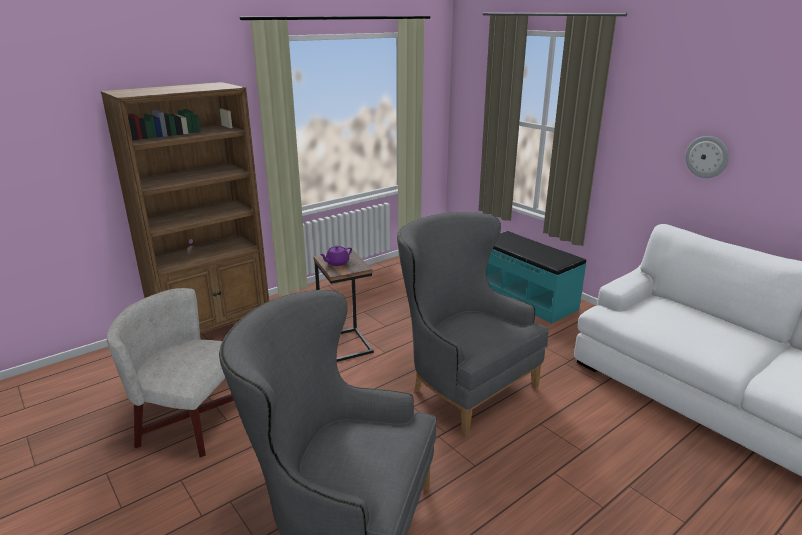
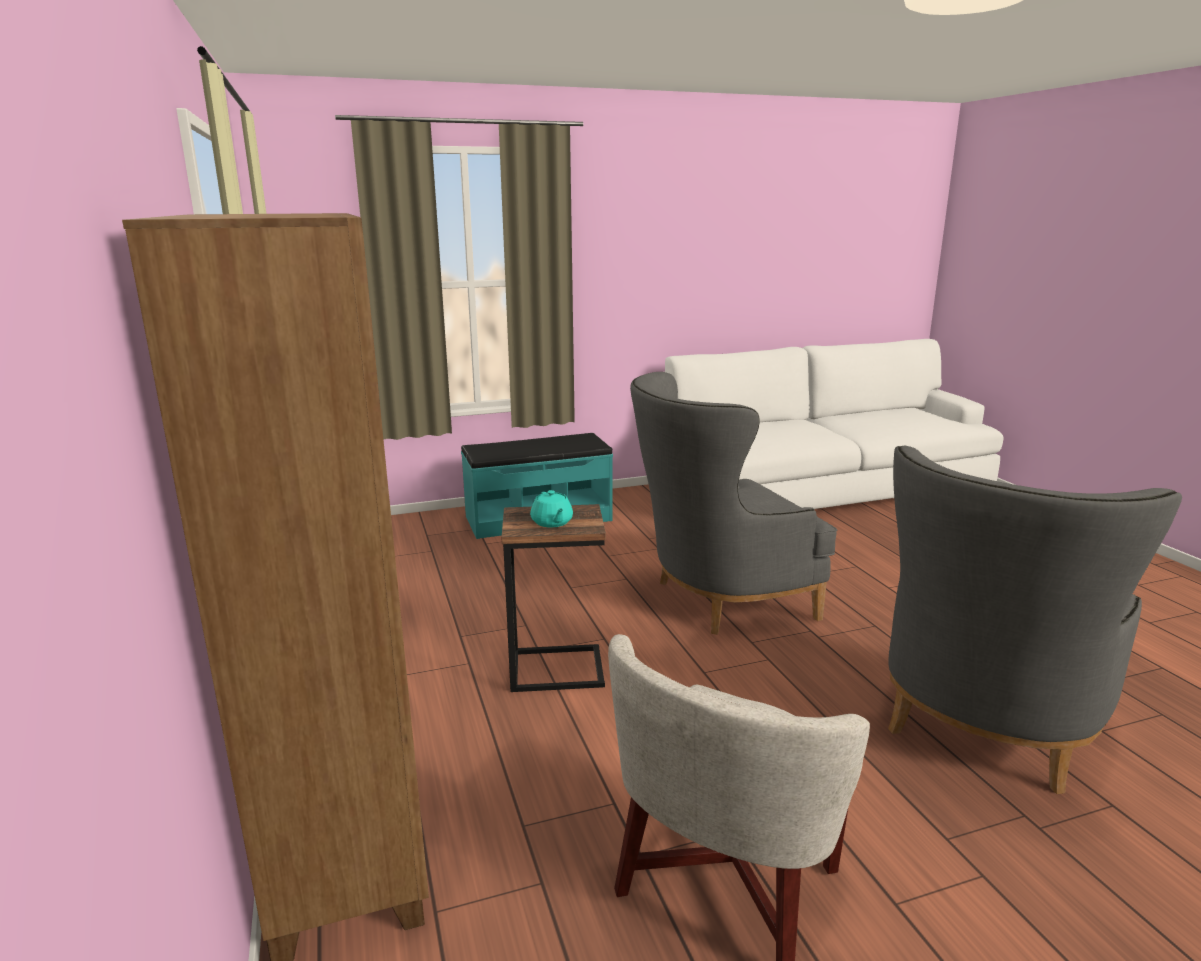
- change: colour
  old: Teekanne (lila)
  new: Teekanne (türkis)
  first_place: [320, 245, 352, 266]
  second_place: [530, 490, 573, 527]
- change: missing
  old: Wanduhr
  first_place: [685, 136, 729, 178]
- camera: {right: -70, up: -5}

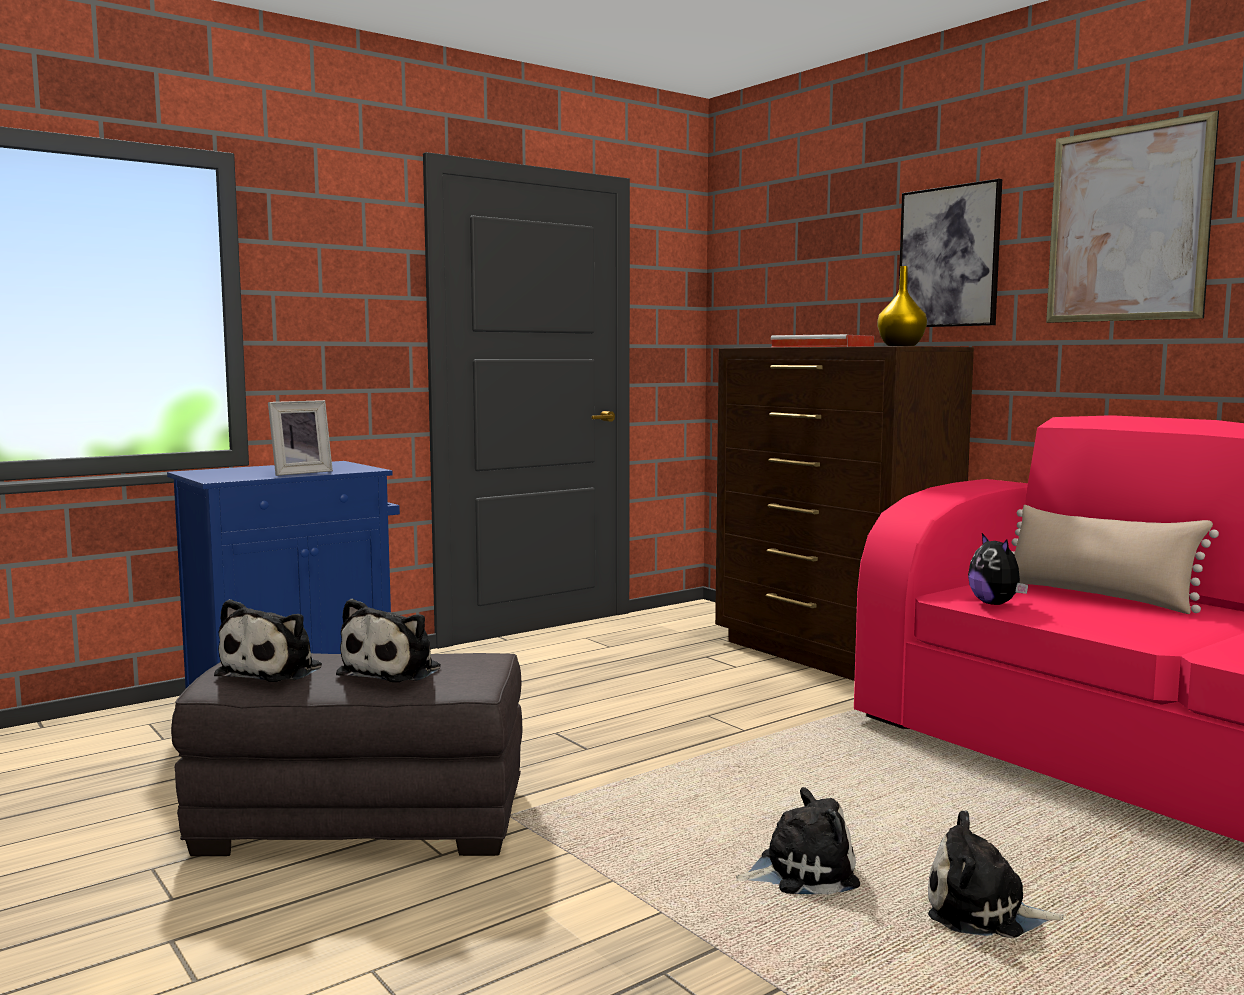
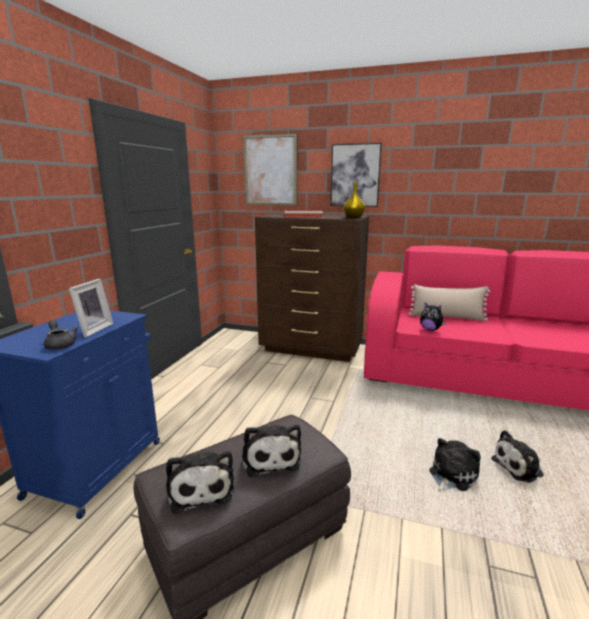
- change: relocated
  old: Bild
  first_place: [1046, 110, 1219, 323]
  second_place: [243, 133, 297, 206]
- change: appeared
  new: Teekanne (grau)
  second_place: [44, 320, 78, 350]
- camera: {right: -35, up: 10}

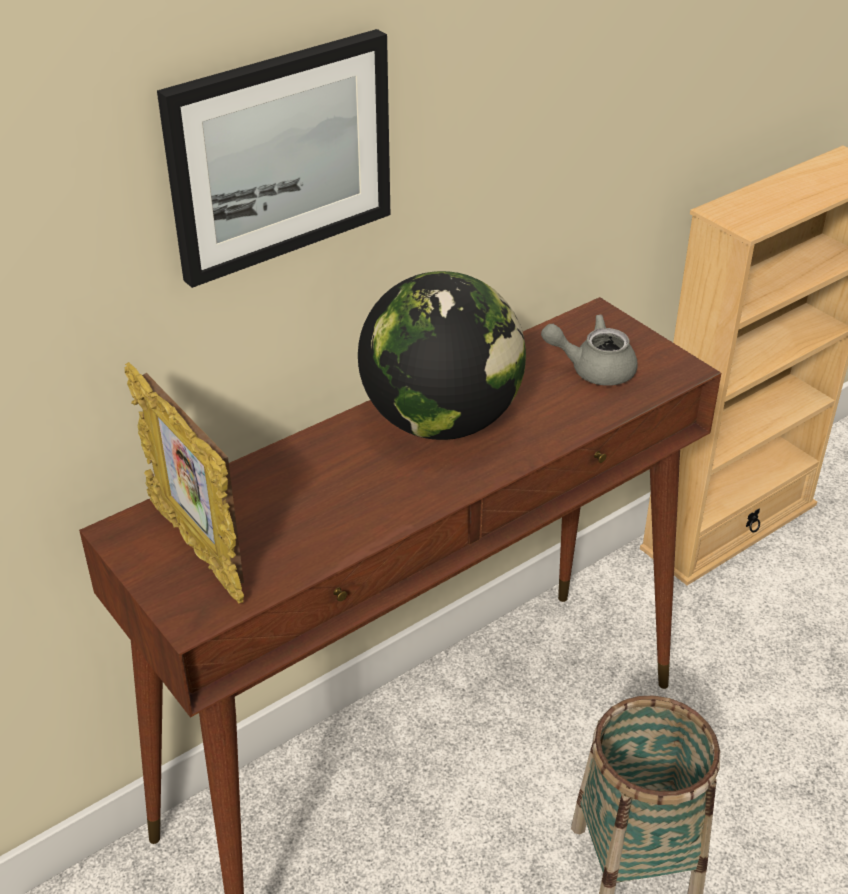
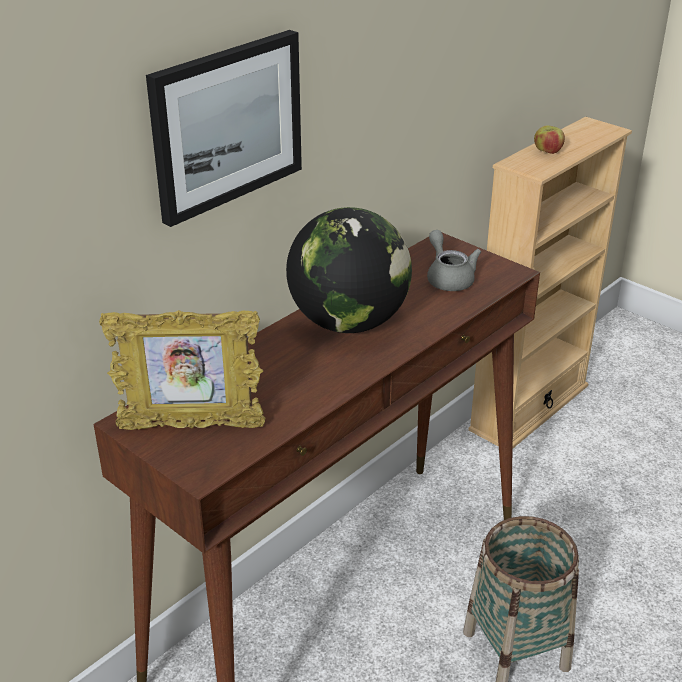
- change: spun
  old: Bilderrahmen
  first_place: [125, 362, 244, 604]
  second_place: [99, 310, 265, 430]
  degrees: -45
- change: spun
  old: Teekanne (grau)
  first_place: [541, 315, 638, 386]
  second_place: [427, 230, 481, 291]
  degrees: 75
- change: appeared
  new: Apfel
  second_place: [534, 125, 565, 154]
- camera: {right: -10, up: -5}

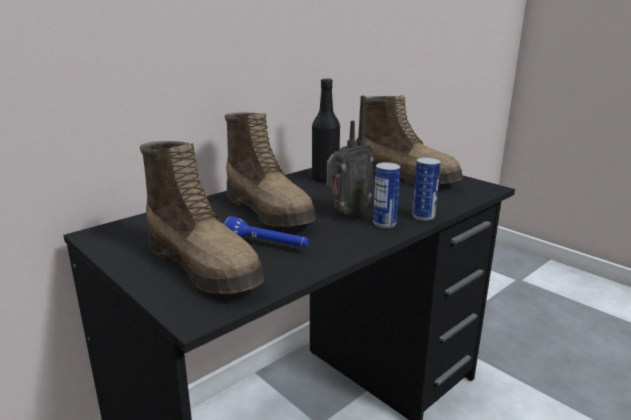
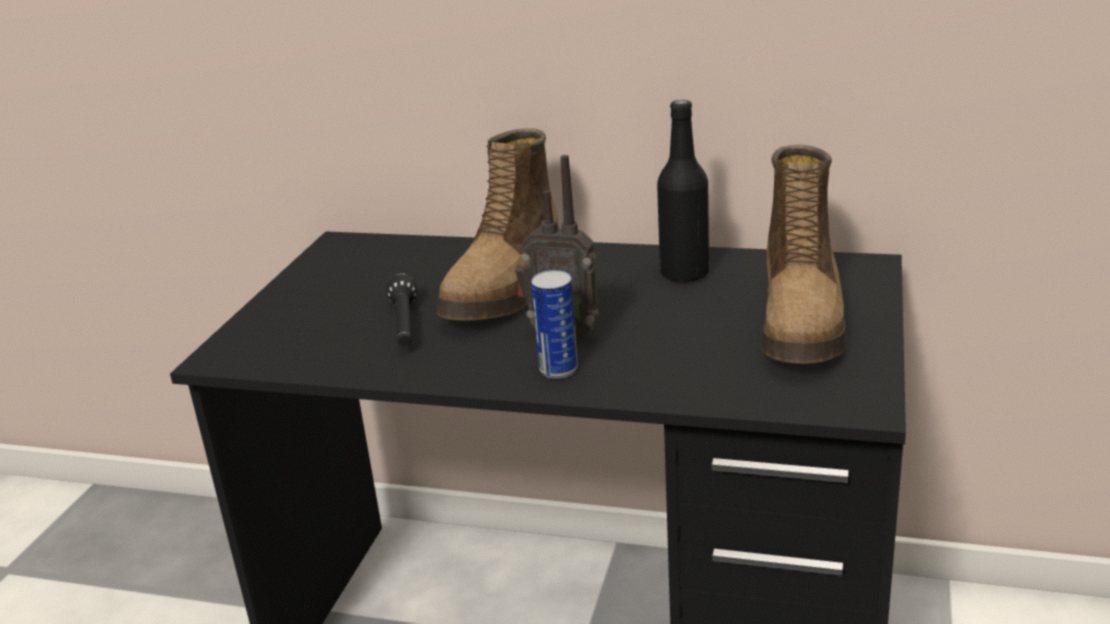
- change: missing
  old: Stiefel
  first_place: [140, 141, 264, 294]
- change: colour
  old: Taschenlampe (blau)
  new: Taschenlampe (schwarz)
  first_place: [224, 216, 309, 247]
  second_place: [387, 273, 417, 346]
- change: missing
  old: Dose
  first_place: [412, 157, 441, 221]
- camera: {right: 60, up: 5}

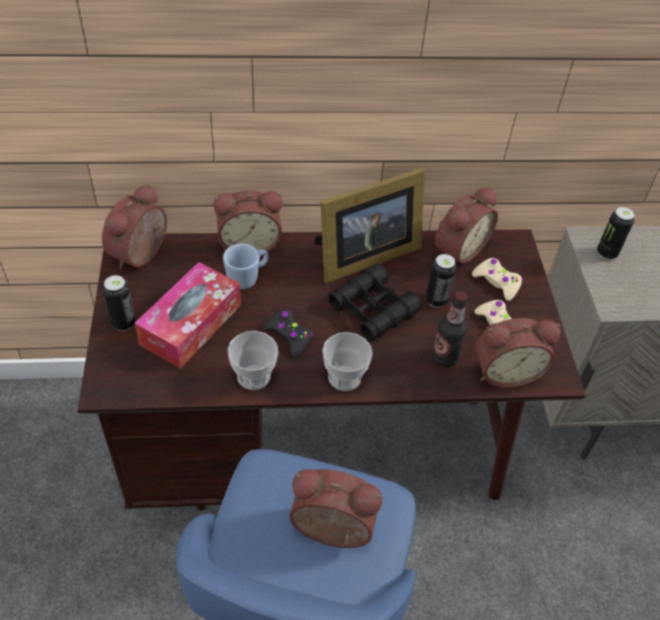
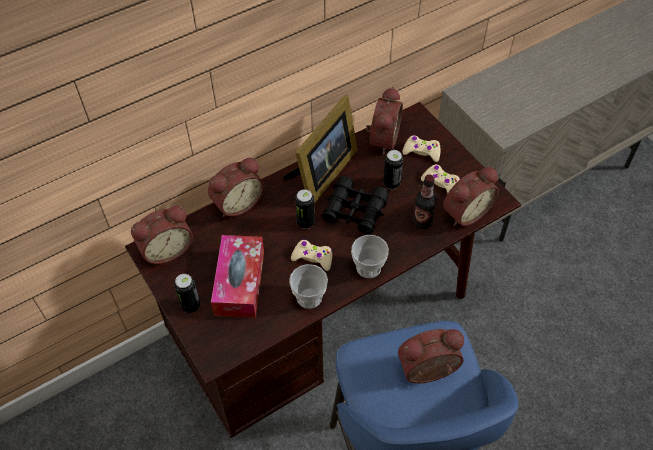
- change: spun
  old: Wecker
  first_place: [102, 184, 167, 269]
  second_place: [131, 206, 193, 264]
  degrees: -120
- change: missing
  old: Henkelbecher (blau)
  first_place: [223, 244, 269, 289]
- change: colour
  old: Gamepad (schwarz)
  new: Gamepad (beige)
  first_place: [263, 310, 313, 358]
  second_place: [291, 239, 332, 271]
- change: relocated
  old: Dose
  first_place: [597, 207, 635, 260]
  second_place: [295, 189, 315, 229]
- camera: {right: -25, up: 5}

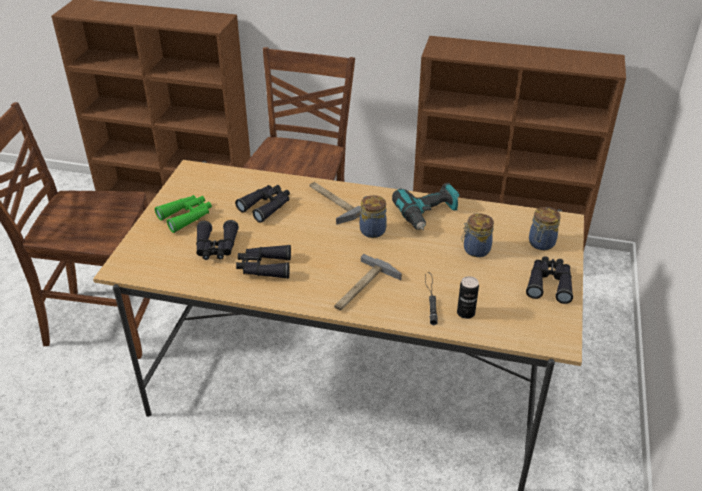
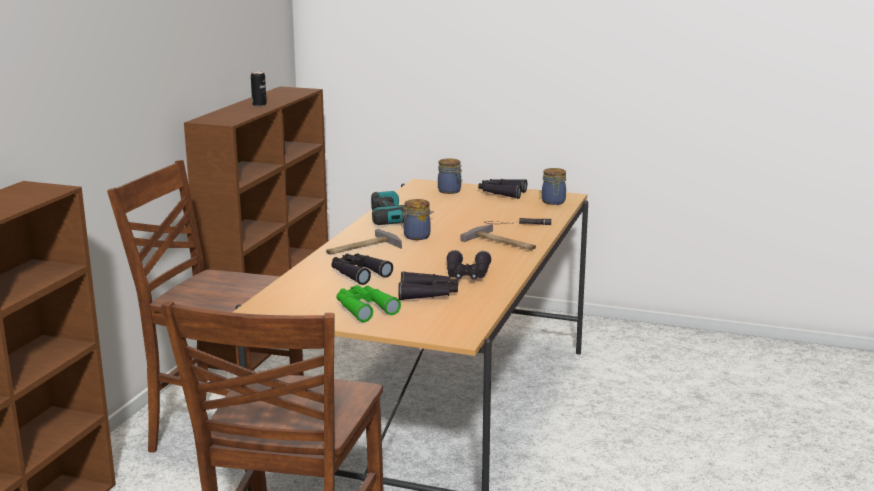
- change: relocated
  old: Dose
  first_place: [457, 276, 479, 319]
  second_place: [251, 71, 267, 106]
- change: relocated
  old: Vorratsglas
  first_place: [461, 214, 494, 257]
  second_place: [542, 168, 566, 205]
- camera: {right: -85, up: -20}

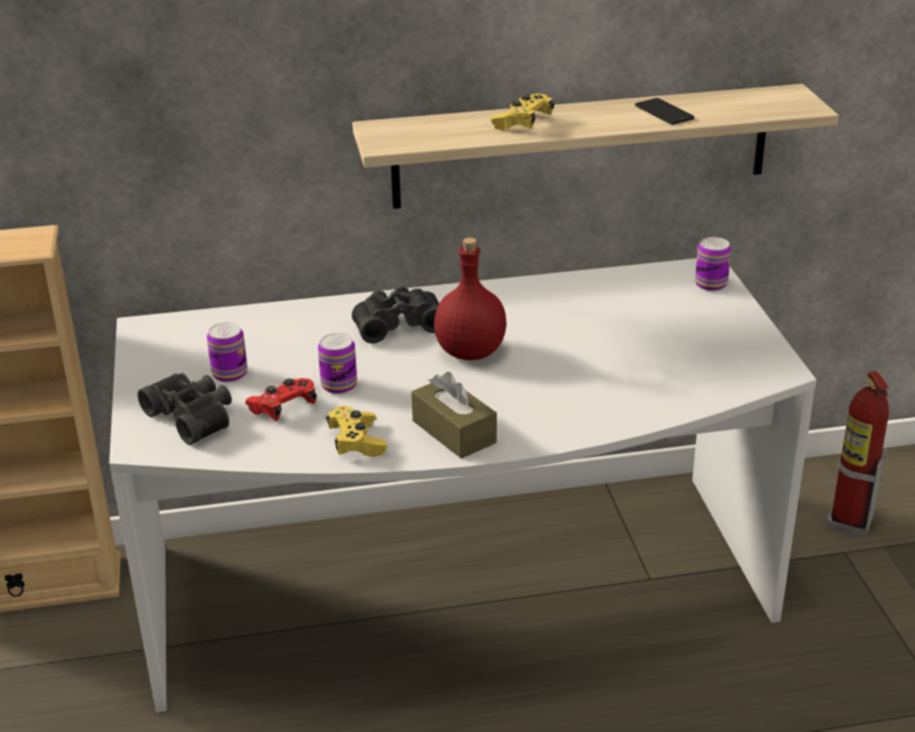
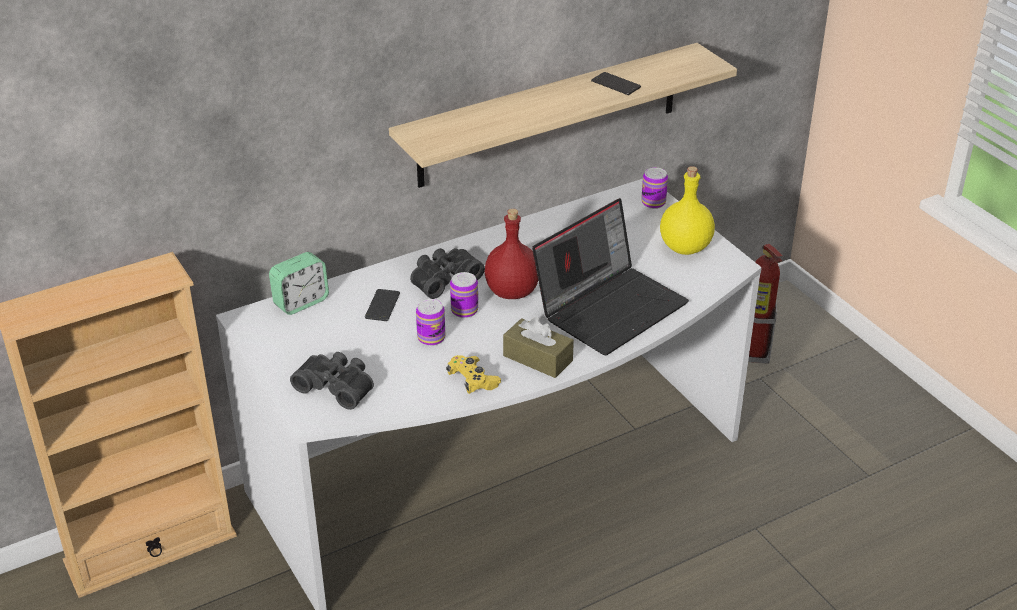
- change: relocated
  old: Dose
  first_place: [207, 322, 247, 382]
  second_place: [450, 272, 478, 318]
- change: missing
  old: Gamepad (rot)
  first_place: [245, 378, 317, 421]
- change: missing
  old: Gamepad (gelb)
  first_place: [491, 94, 554, 131]
- change: appeared
  new: Wecker
  second_place: [269, 252, 329, 315]
- change: appeared
  new: Handy
  second_place: [365, 289, 400, 321]
- change: appeared
  new: Laptop
  second_place: [532, 198, 689, 356]
- change: appeared
  new: Flasche (gelb)
  second_place: [660, 166, 715, 255]
- camera: {right: -20, up: 5}

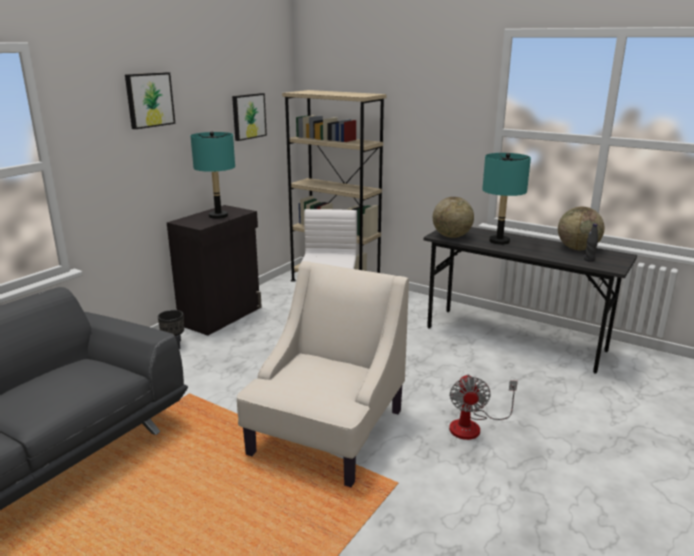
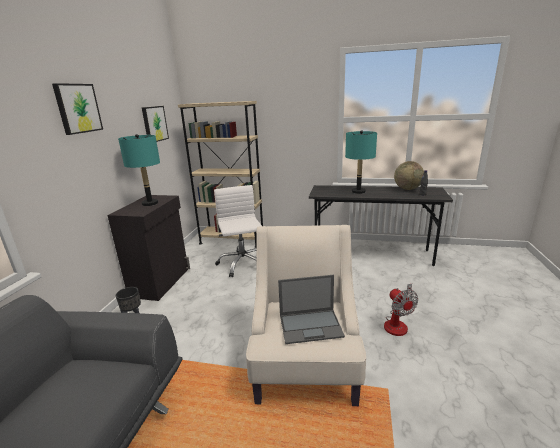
- change: missing
  old: Globus
  first_place: [433, 197, 474, 238]
- change: appeared
  new: Laptop
  second_place: [278, 275, 345, 344]
- camera: {right: -20, up: 0}

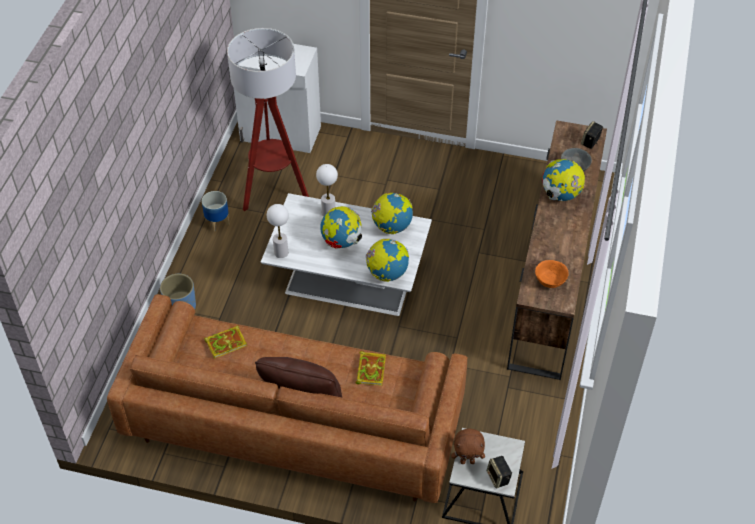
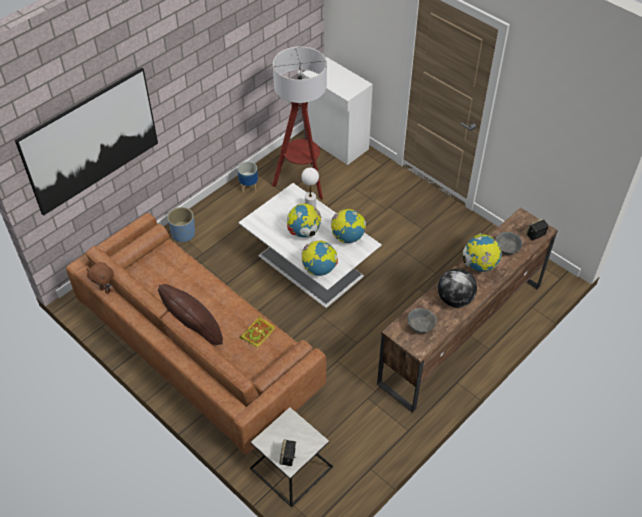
- change: missing
  old: Buch
  first_place: [204, 325, 247, 359]
- change: missing
  old: Tischlampe (weiß)
  first_place: [267, 204, 289, 258]
- change: relocated
  old: Plüschtier (braun)
  first_place: [451, 428, 485, 464]
  second_place: [87, 262, 115, 294]
- change: colour
  old: Schüssel (orange)
  new: Schüssel (grau)
  first_place: [535, 260, 569, 288]
  second_place: [407, 308, 437, 333]
- change: appeared
  new: Bild
  second_place: [15, 68, 158, 216]
- change: appeared
  new: Globus
  second_place: [438, 269, 477, 308]
- camera: {right: 30, up: 0}

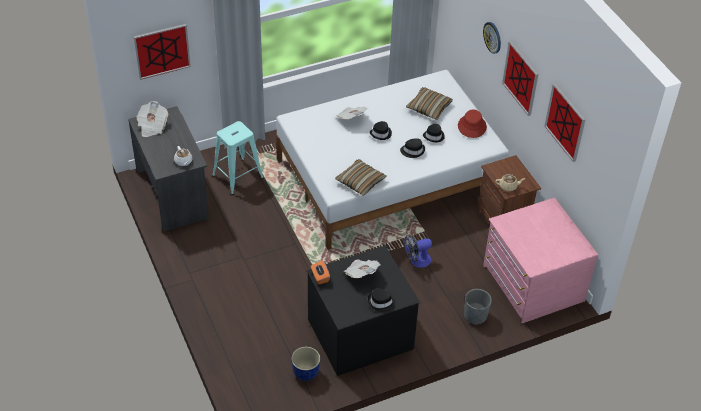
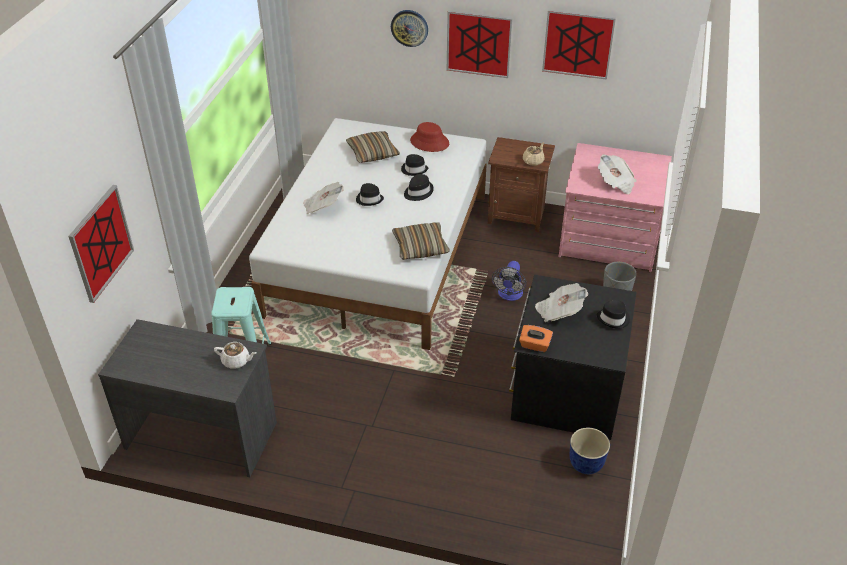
- change: relocated
  old: Zeitung
  first_place: [136, 101, 168, 137]
  second_place: [598, 154, 637, 195]
- camera: {right: -50, up: -5}

